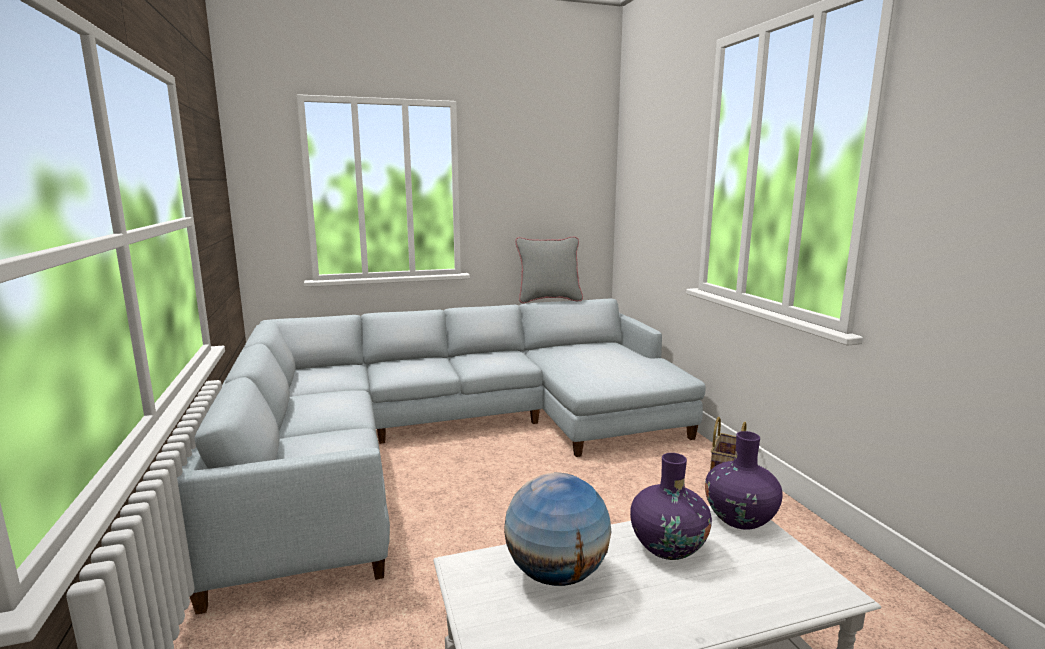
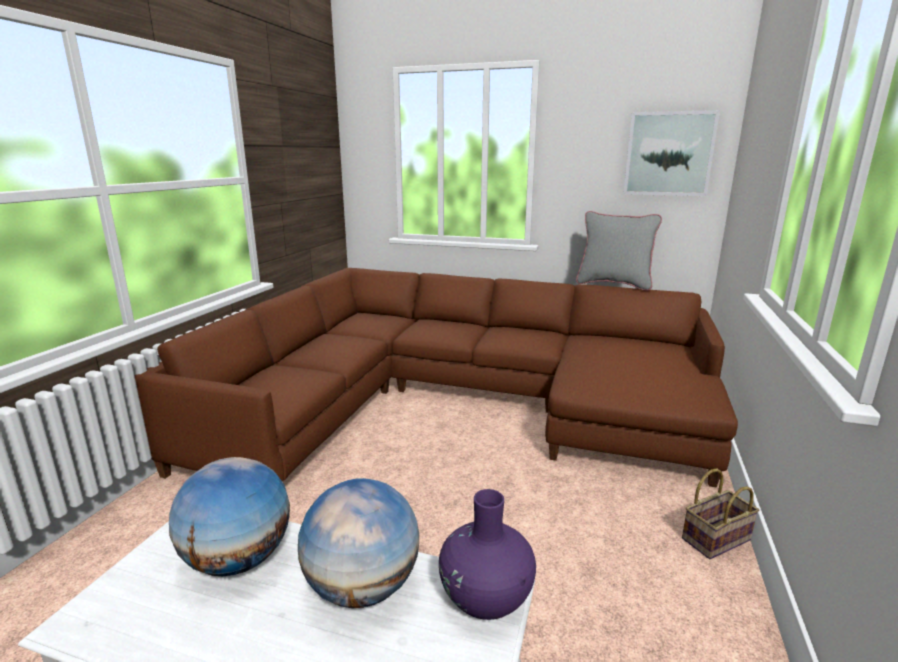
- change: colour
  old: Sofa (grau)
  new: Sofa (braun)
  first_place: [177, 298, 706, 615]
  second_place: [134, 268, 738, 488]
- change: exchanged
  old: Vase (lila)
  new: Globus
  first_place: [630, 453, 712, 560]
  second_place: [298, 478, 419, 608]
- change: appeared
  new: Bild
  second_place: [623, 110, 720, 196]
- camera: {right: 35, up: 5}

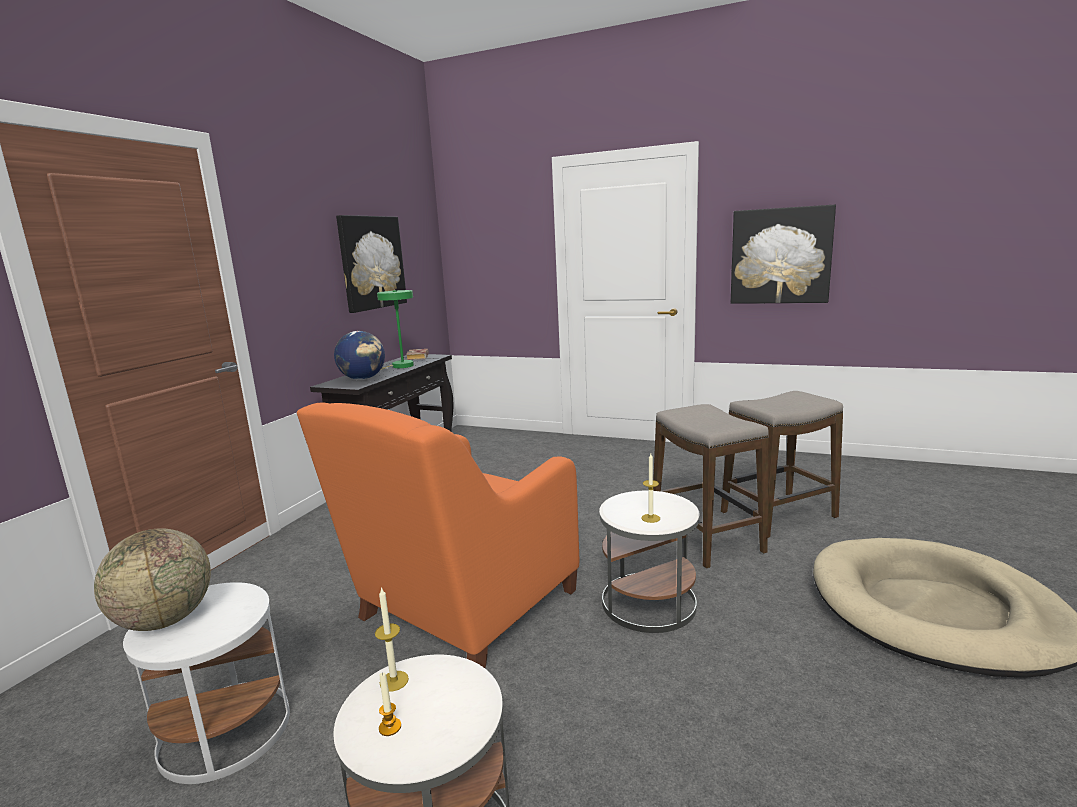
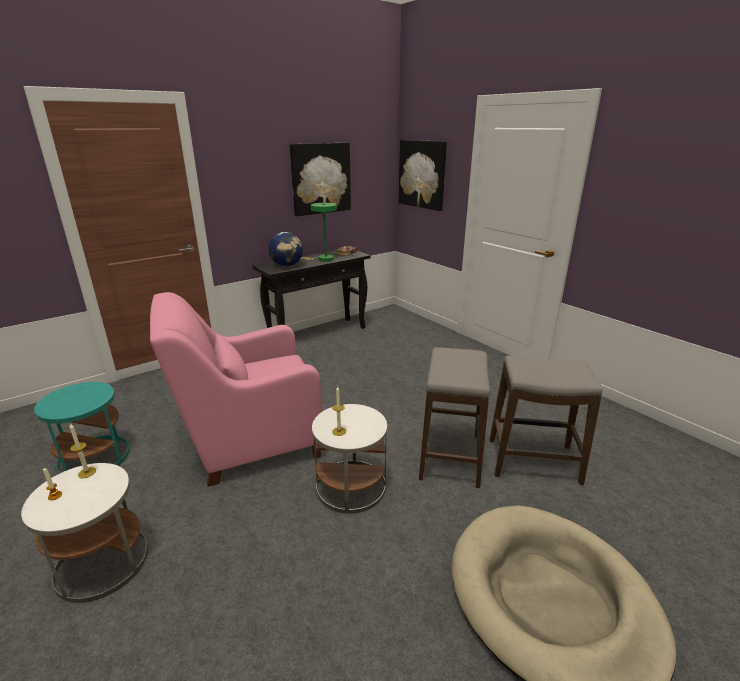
- change: missing
  old: Globus
  first_place: [94, 528, 211, 631]
- change: colour
  old: Beistelltisch (weiß)
  new: Beistelltisch (türkis)
  first_place: [123, 582, 290, 784]
  second_place: [34, 382, 130, 474]
- change: colour
  old: Sessel (orange)
  new: Sessel (rosa)
  first_place: [297, 402, 579, 668]
  second_place: [150, 292, 322, 487]
- change: relocated
  old: Bild
  first_place: [731, 205, 836, 304]
  second_place: [399, 140, 447, 211]
- camera: {right: 30, up: 10}

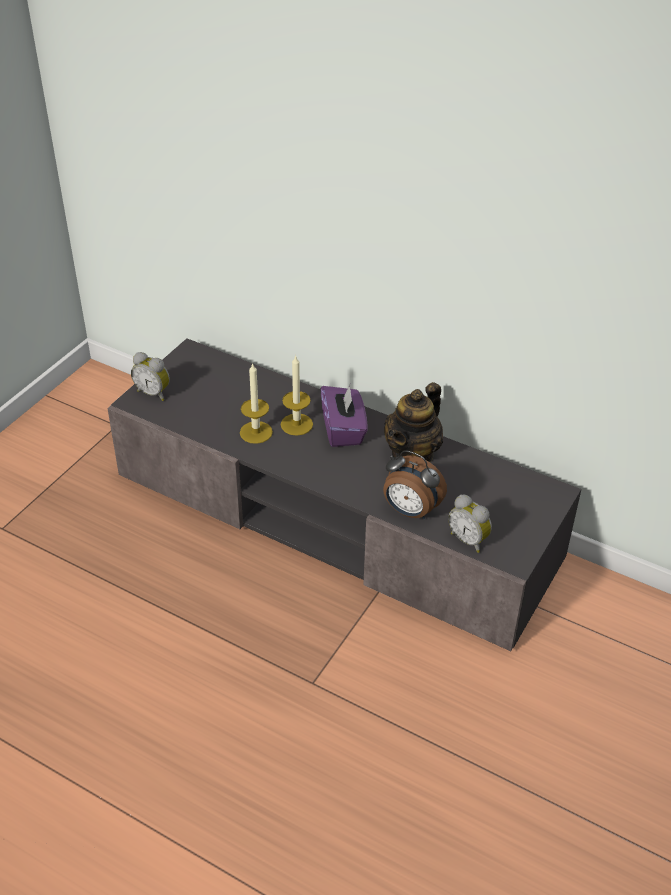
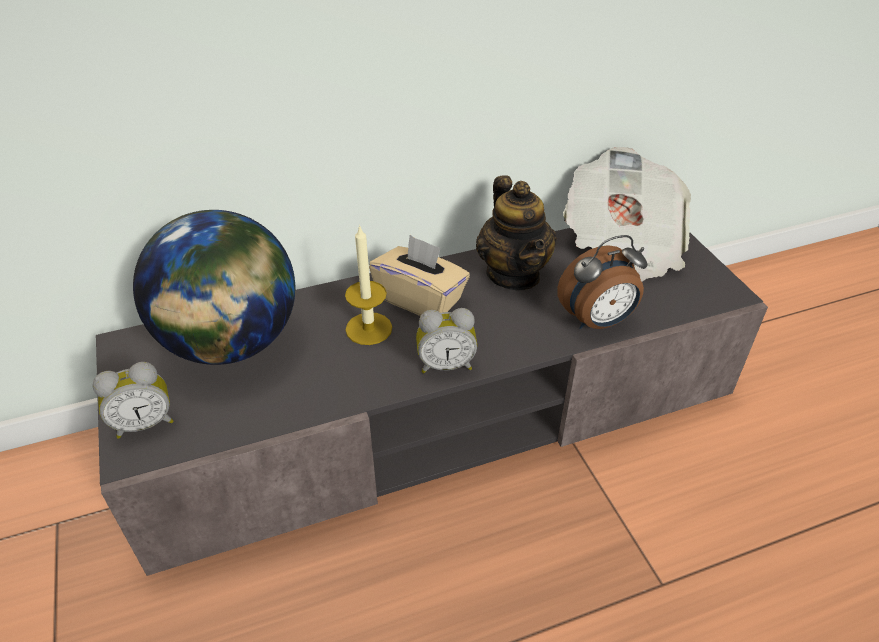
- change: missing
  old: Kerze
  first_place: [240, 363, 273, 444]
- change: colour
  old: Taschentuchbox (lila)
  new: Taschentuchbox (beige)
  first_place: [321, 385, 367, 447]
  second_place: [369, 235, 470, 316]
- change: relocated
  old: Wecker
  first_place: [448, 495, 492, 553]
  second_place: [416, 308, 477, 373]
- change: appeared
  new: Globus
  second_place: [133, 210, 295, 365]
- change: appeared
  new: Zeitung
  second_place: [563, 147, 691, 281]
- camera: {right: -50, up: 0}

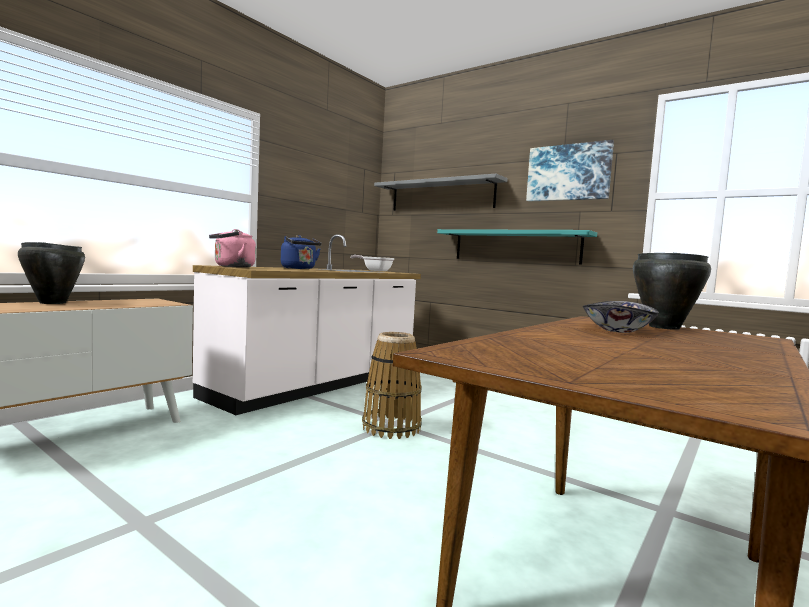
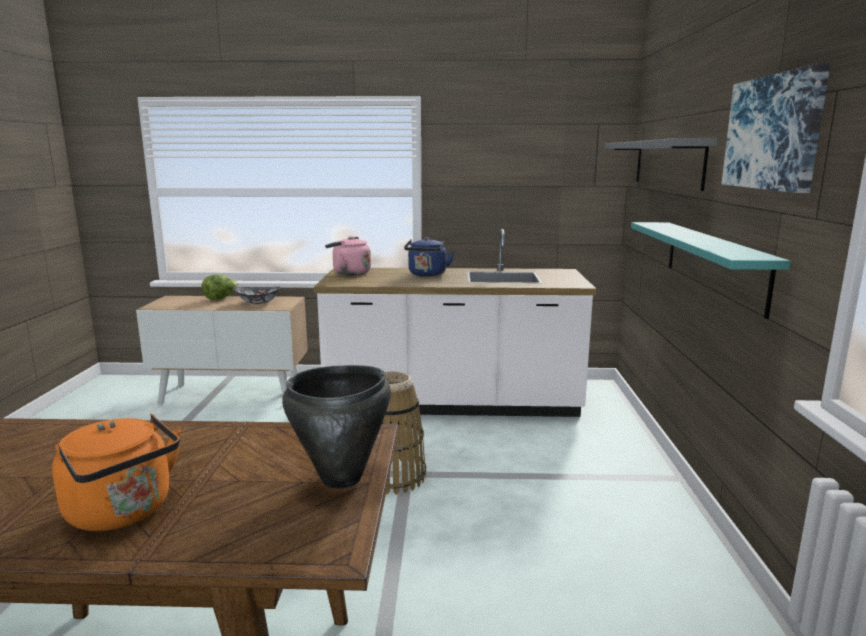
- change: exchanged
  old: Kochtopf (schwarz)
  new: Salatkopf
  first_place: [18, 242, 85, 304]
  second_place: [201, 275, 238, 300]
- change: missing
  old: Pfanne
  first_place: [350, 255, 395, 271]
- change: relocated
  old: Schüssel
  first_place: [583, 301, 659, 333]
  second_place: [234, 287, 281, 304]
- change: appeared
  new: Wasserkessel (orange)
  second_place: [52, 414, 181, 531]
- camera: {right: 55, up: 10}

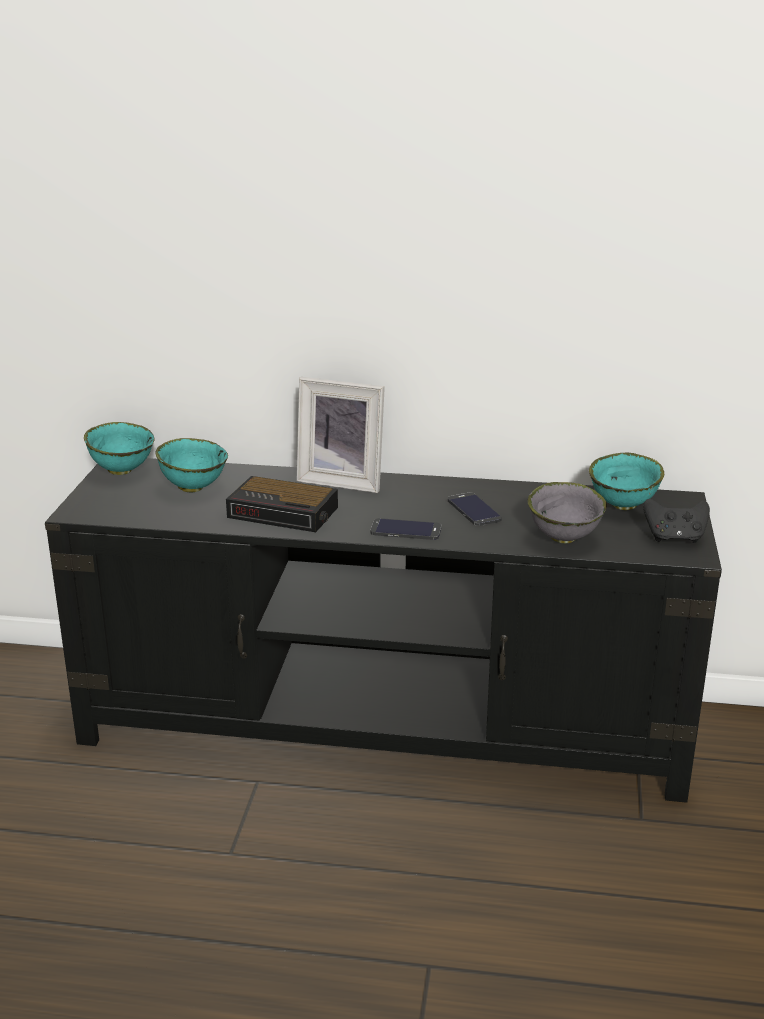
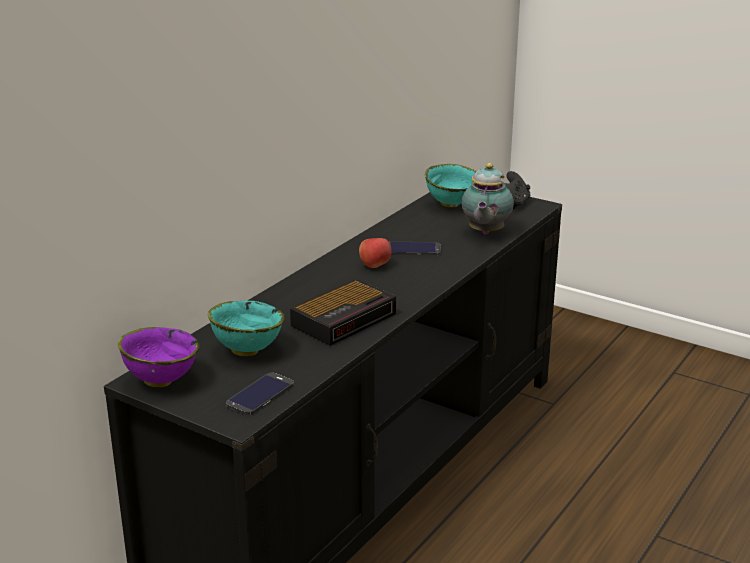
- change: colour
  old: Schüssel (türkis)
  new: Schüssel (lila)
  first_place: [84, 422, 155, 475]
  second_place: [118, 327, 200, 387]
- change: missing
  old: Bilderrahmen
  first_place: [296, 377, 385, 493]
- change: relocated
  old: Handy
  first_place: [370, 518, 442, 540]
  second_place: [226, 373, 294, 415]
- change: exchanged
  old: Schüssel (grau)
  new: Teekanne
  first_place: [528, 482, 607, 543]
  second_place: [462, 163, 514, 235]
- change: appeared
  new: Apfel
  second_place: [359, 238, 392, 268]
- camera: {right: -65, up: 0}

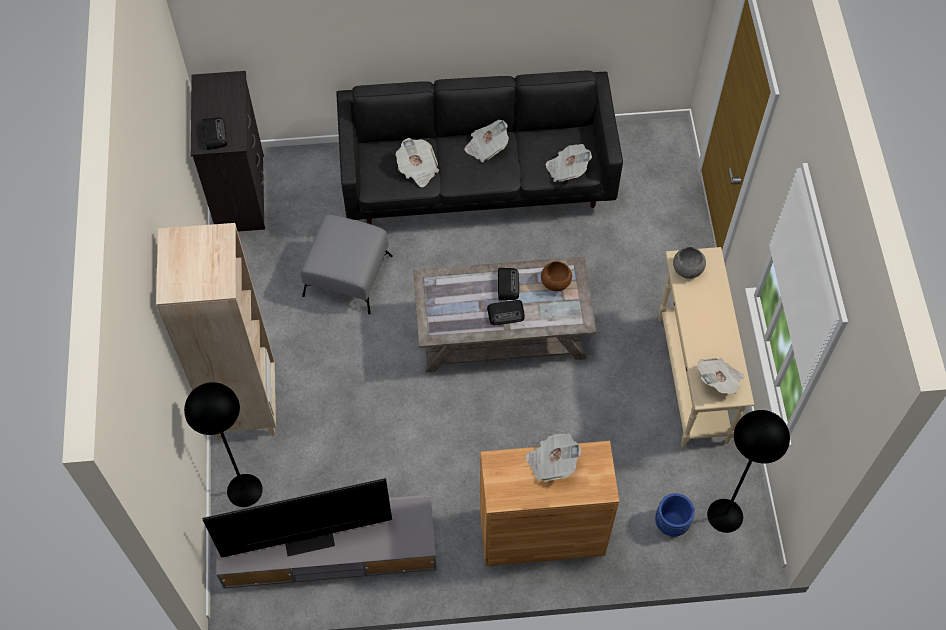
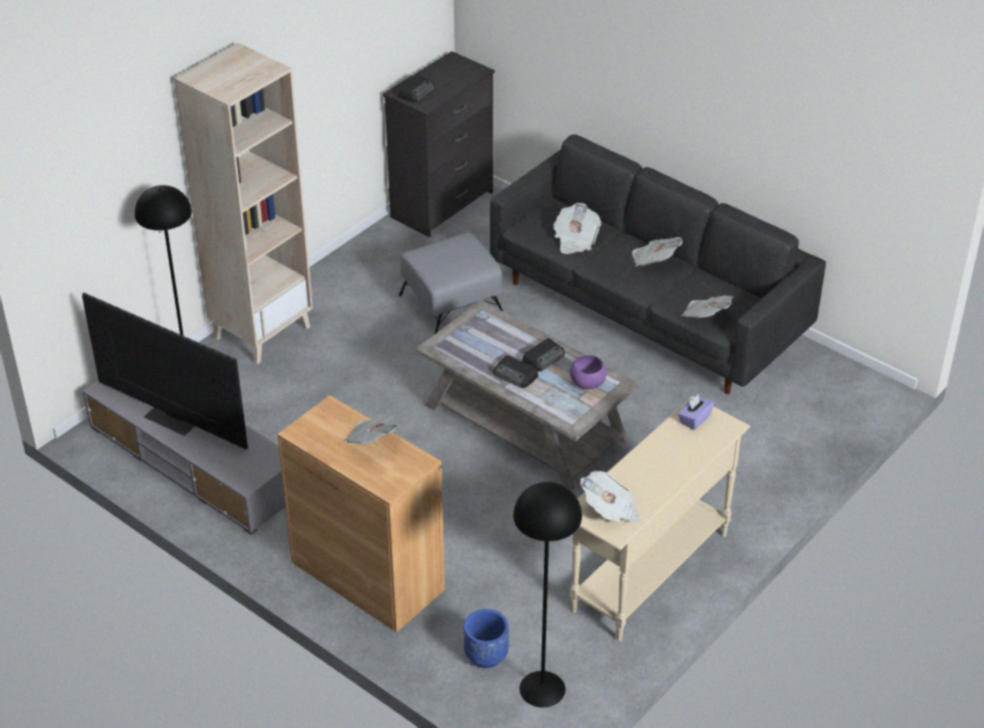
- change: colour
  old: Schüssel (braun)
  new: Schüssel (lila)
  first_place: [541, 261, 572, 291]
  second_place: [570, 355, 607, 389]
- change: exchanged
  old: Schüssel (grau)
  new: Taschentuchbox (lila)
  first_place: [673, 247, 706, 279]
  second_place: [678, 394, 714, 430]
- camera: {right: 45, up: -20}

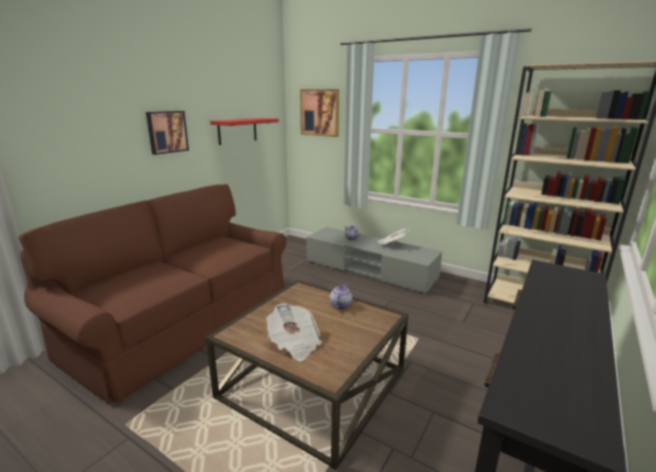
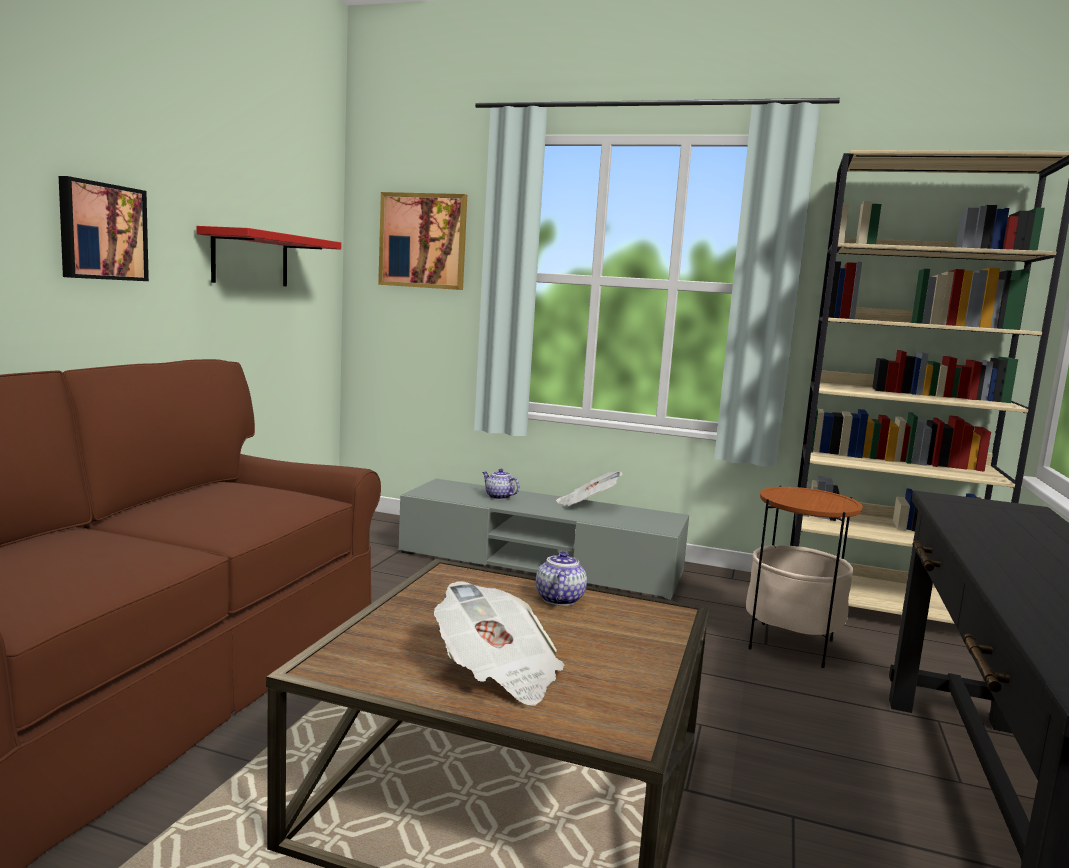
- change: appeared
  new: Beistelltisch
  second_place: [746, 486, 863, 668]
- camera: {right: -15, up: -10}

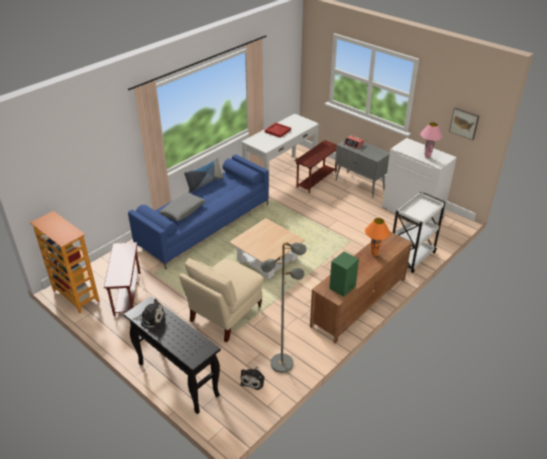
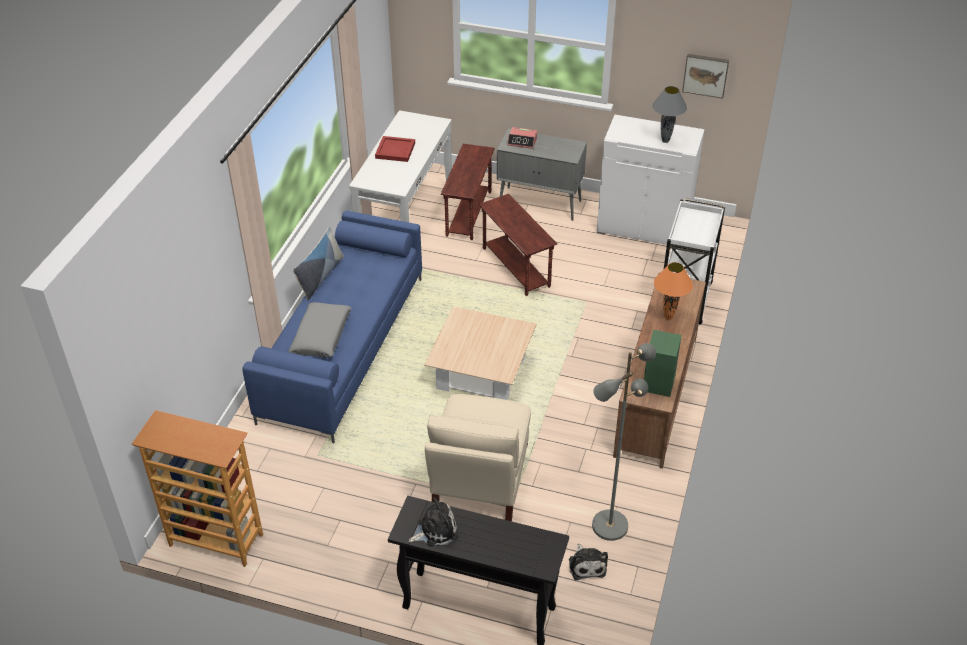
- change: relocated
  old: Beistelltisch (braun)
  first_place: [104, 242, 141, 316]
  second_place: [479, 194, 557, 296]
- change: colour
  old: Tischlampe (rosa)
  new: Tischlampe (grau)
  first_place: [420, 122, 443, 159]
  second_place: [652, 86, 687, 143]
- camera: {right: -25, up: 5}

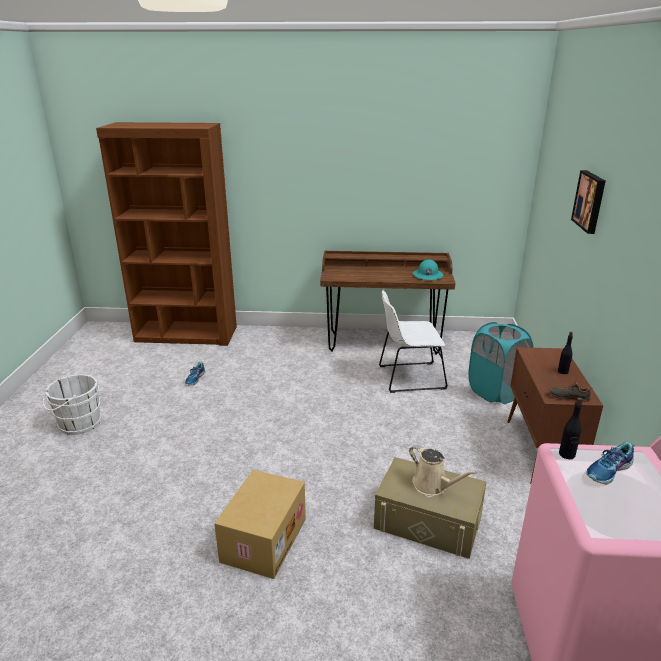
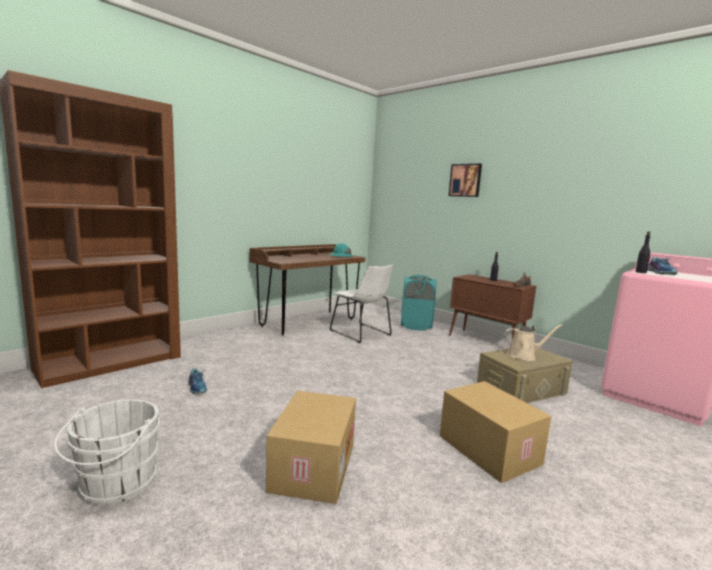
- change: spun
  old: Stuhl (weiß)
  first_place: [379, 290, 448, 393]
  second_place: [330, 264, 393, 343]
  degrees: -75
- change: appeared
  new: Karton
  second_place: [266, 391, 356, 504]
- camera: {right: -50, up: -15}

